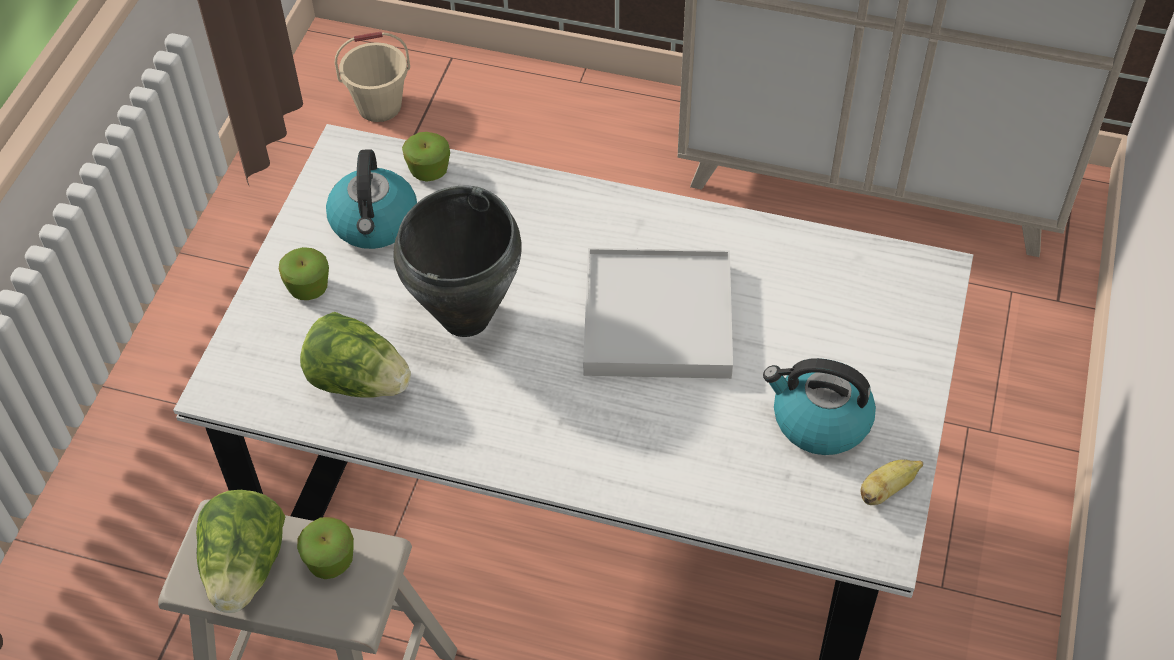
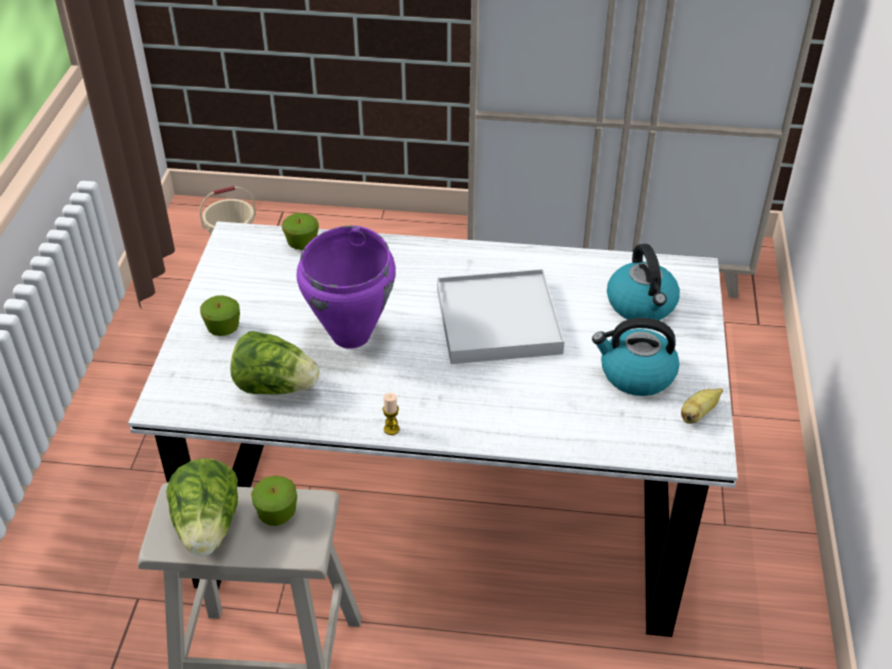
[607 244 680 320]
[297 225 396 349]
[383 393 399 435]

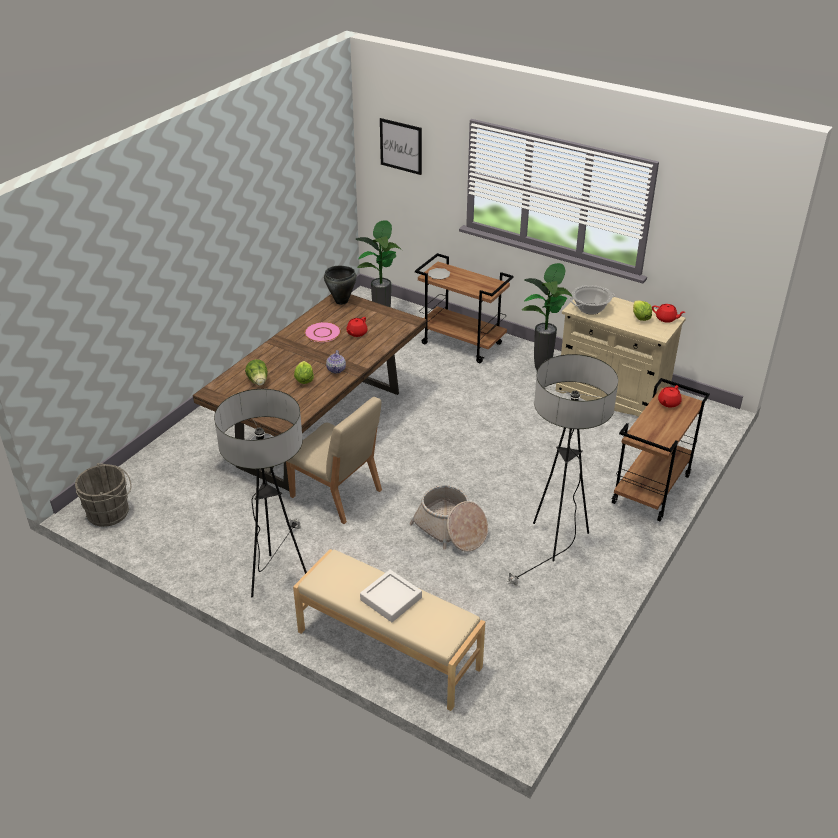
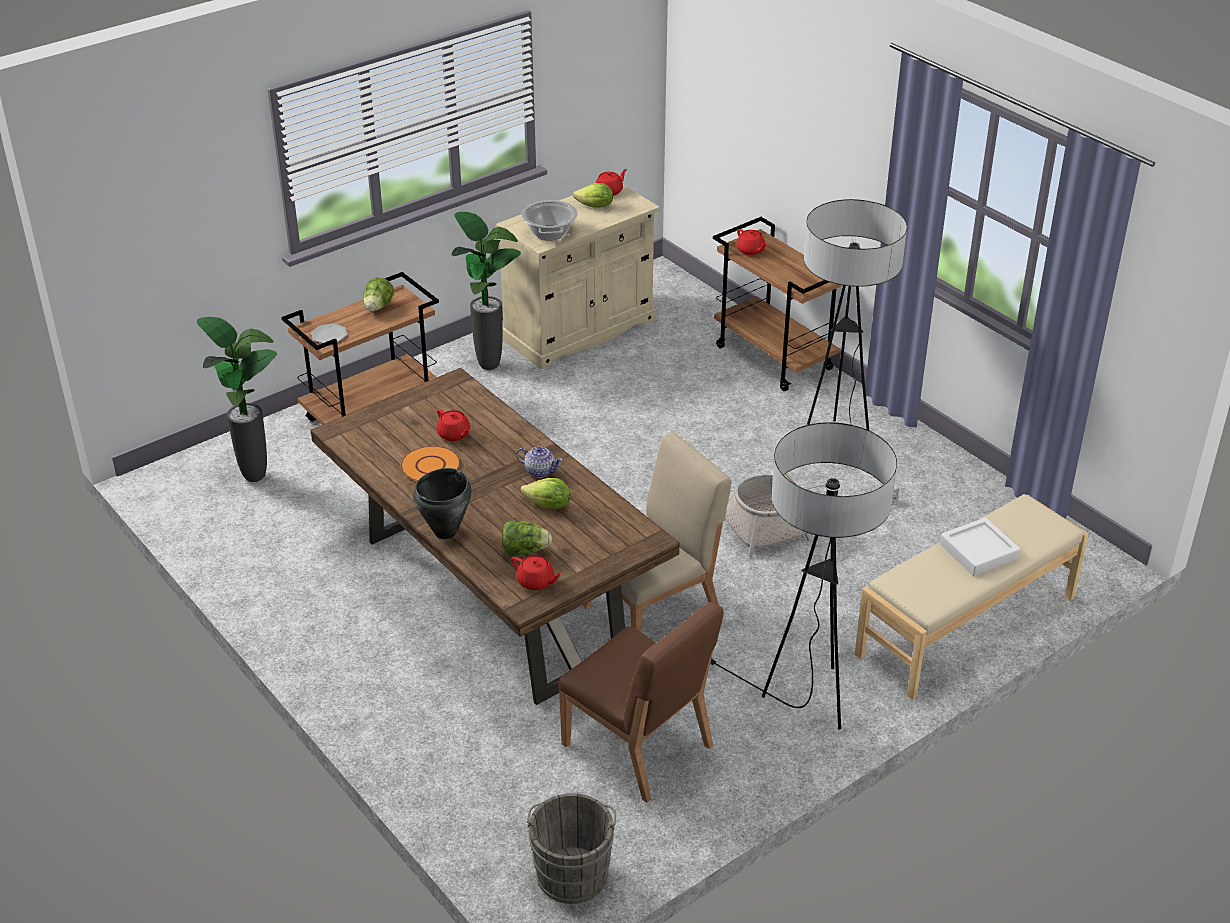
[380 118 422 175] (first image)
[413 468 471 539]
[401 446 461 481]
[363 277 394 312]
[511 555 562 590]
[558 602 724 803]

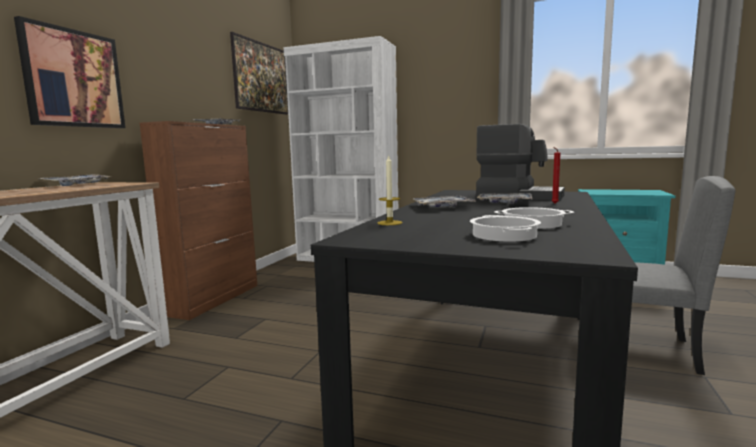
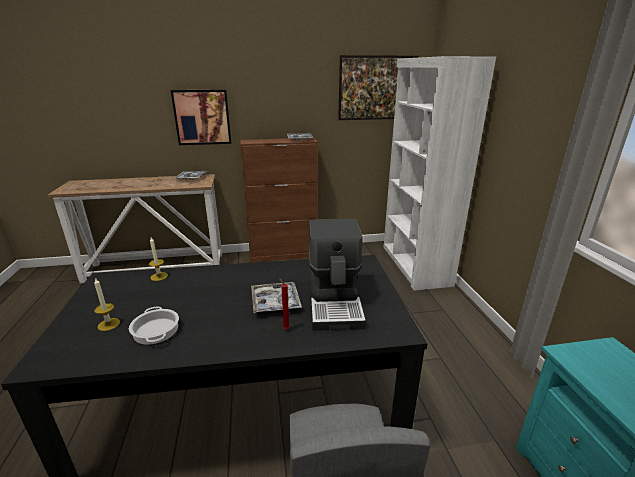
[412 195 476 207] (first image)
[94 278 120 331]

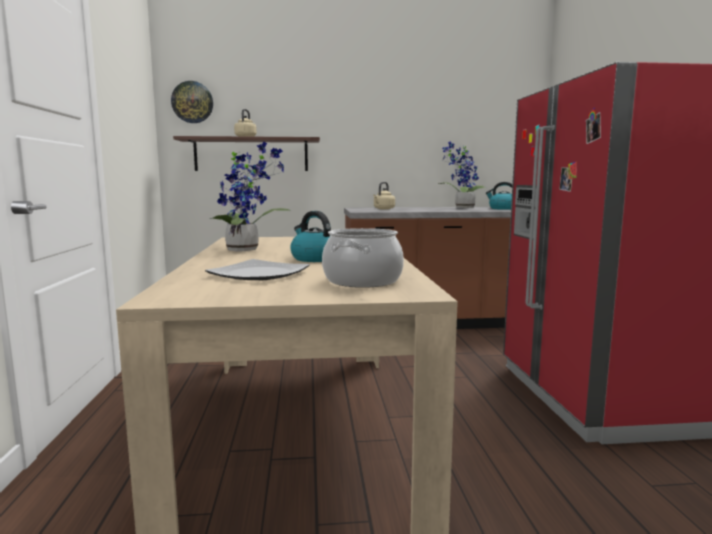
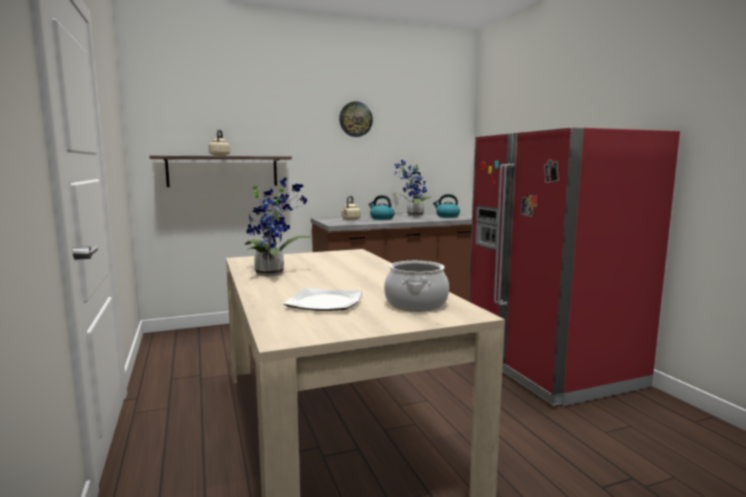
[339 101 373 137]
[369 195 395 220]

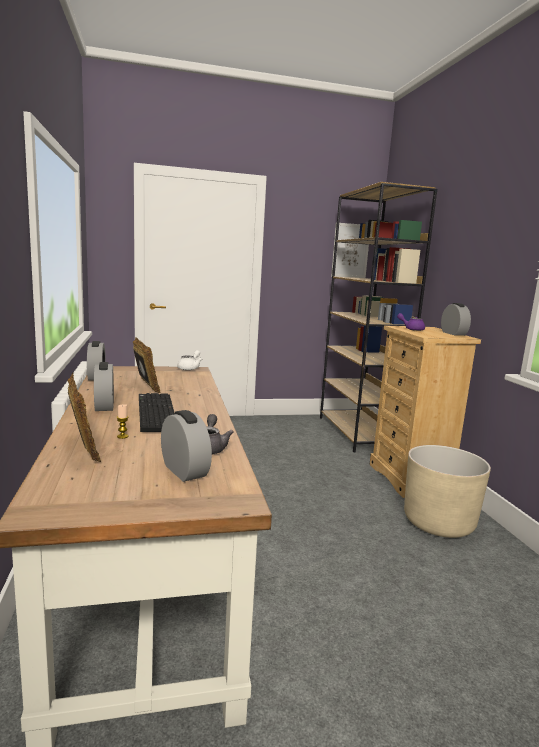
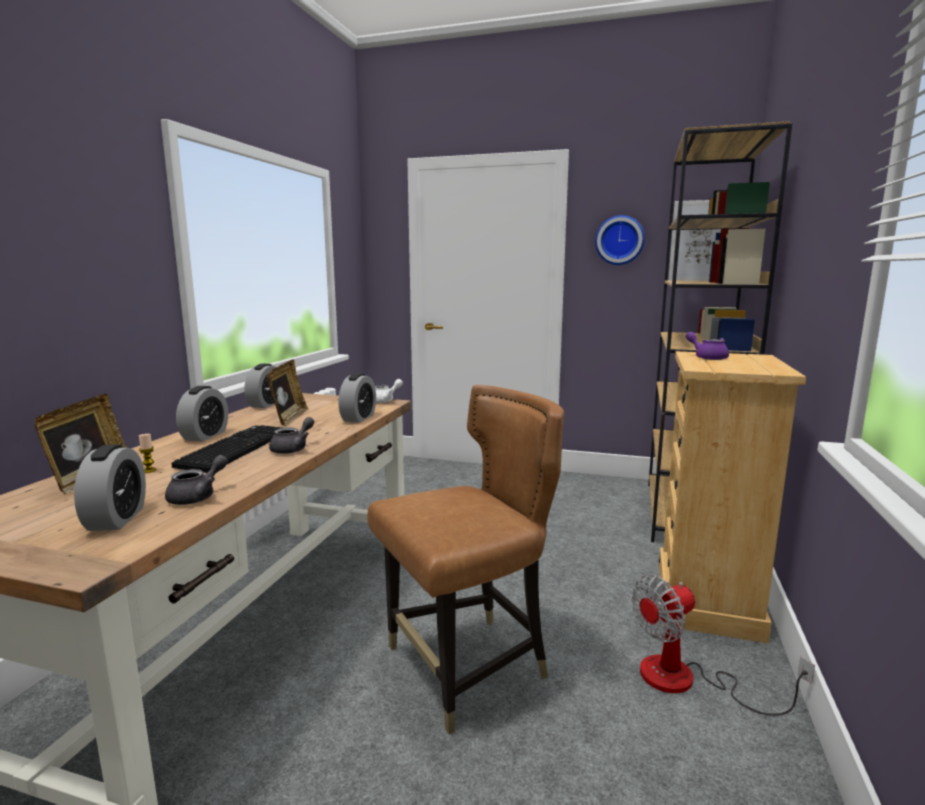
[339 373 376 423]
[631 575 815 716]
[595 215 645 265]
[367 385 564 735]
[269 417 314 454]

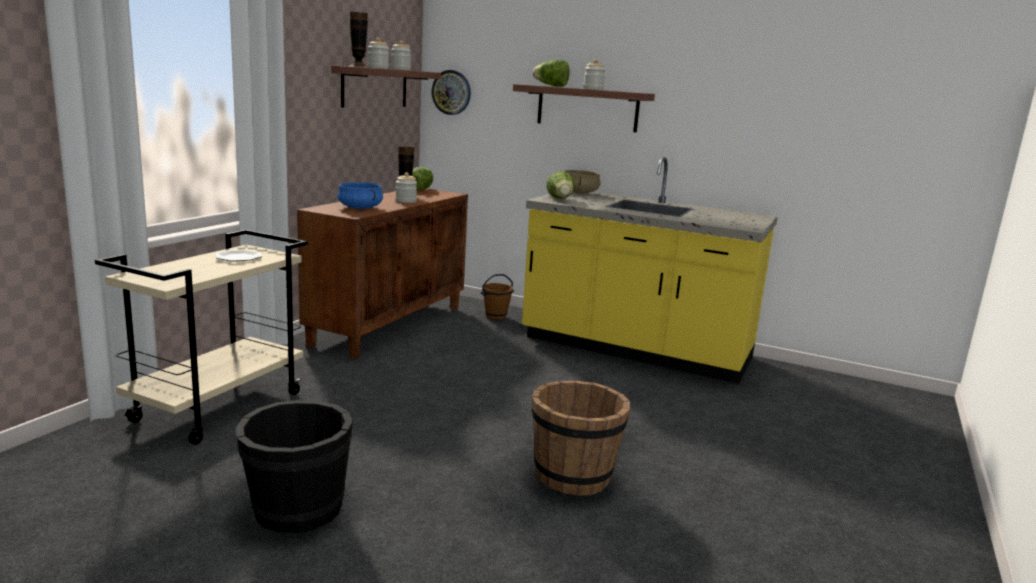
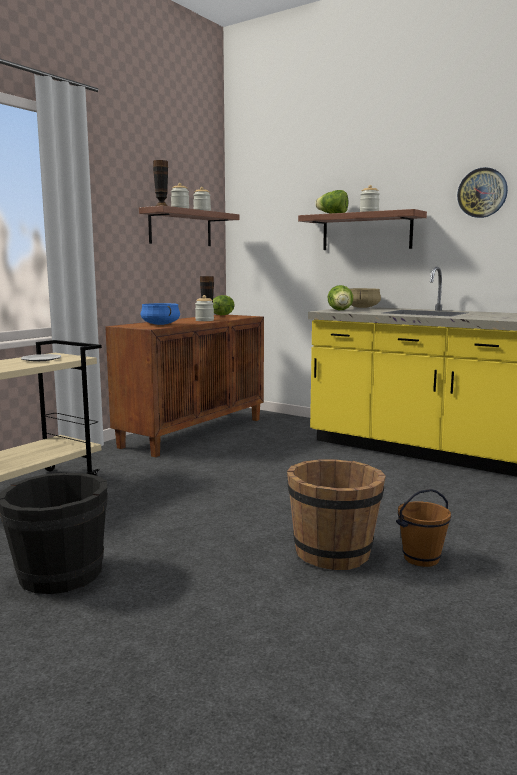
[457 167 508 218]
[396 489 451 567]

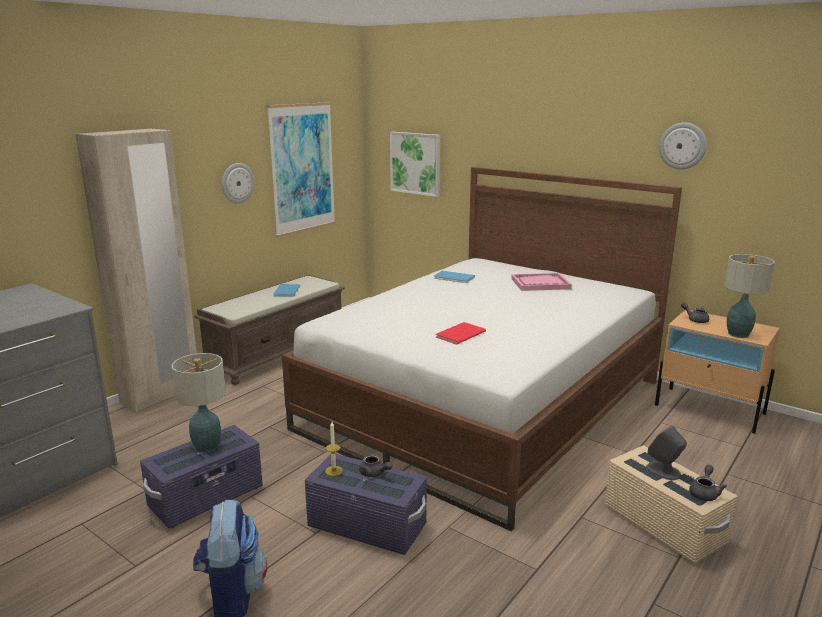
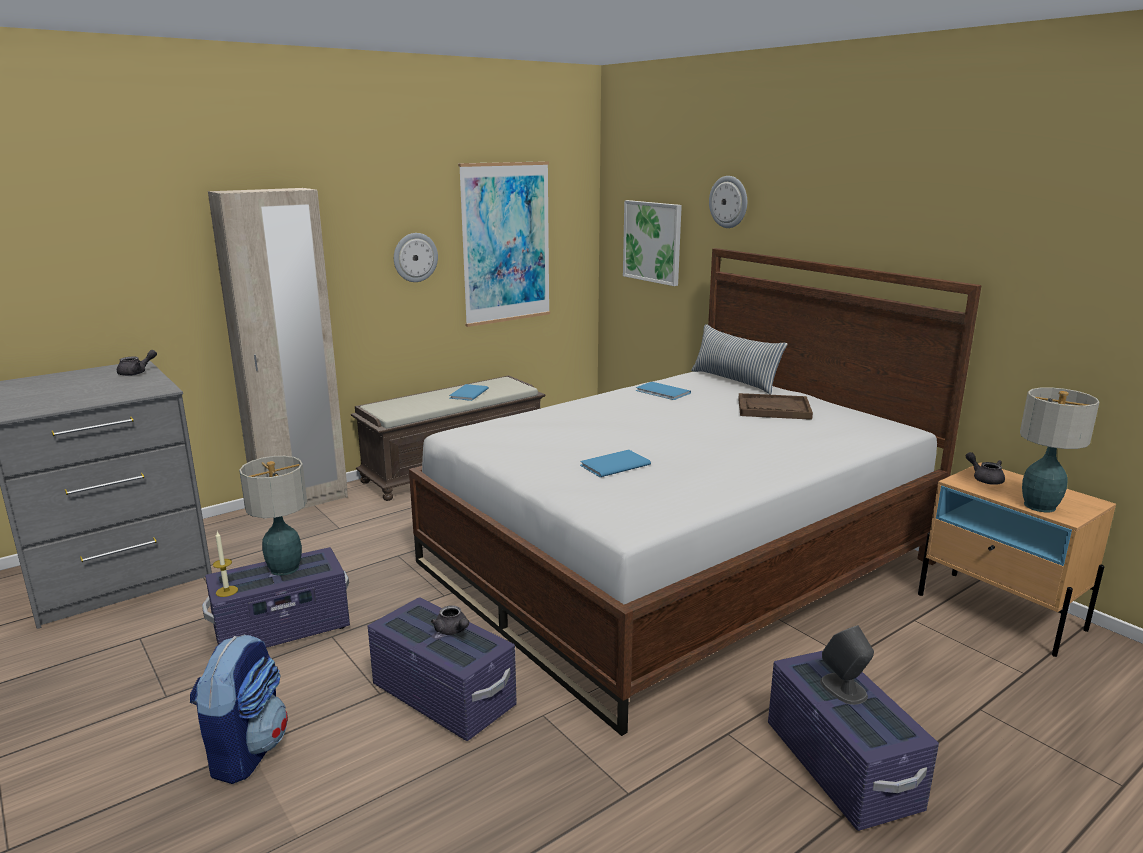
[709 176 747 228]
[738 393 813 420]
[580 450 651 477]
[213 532 238 597]
[768 651 939 831]
[117 350 157 376]
[691 324 787 395]

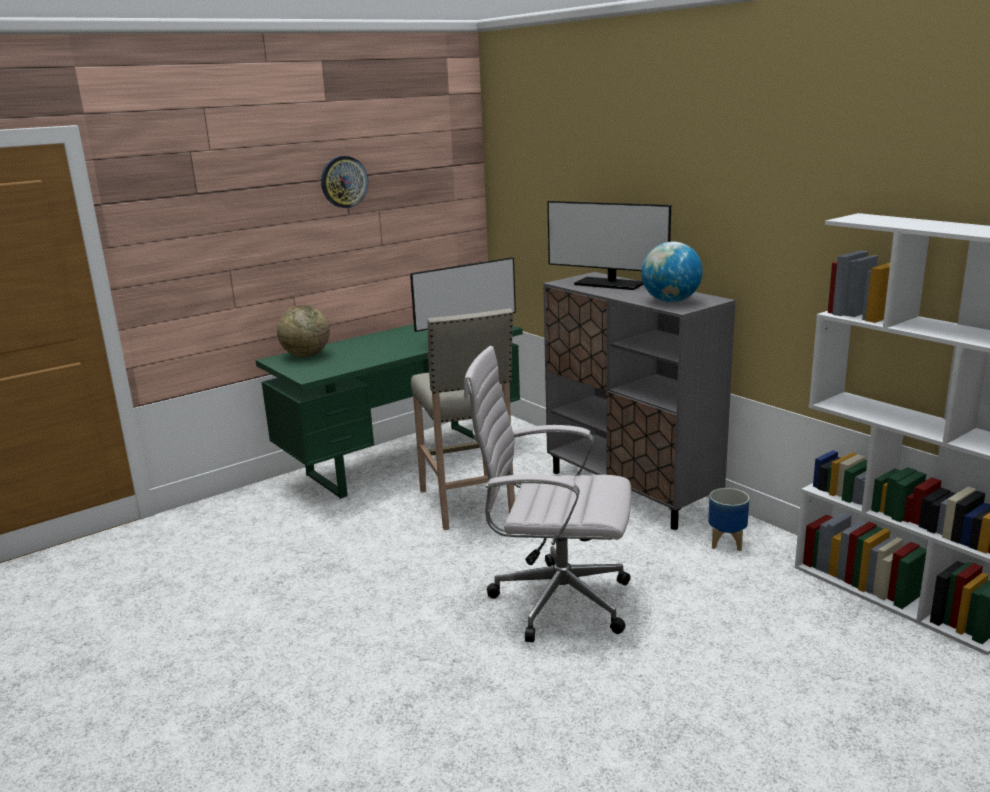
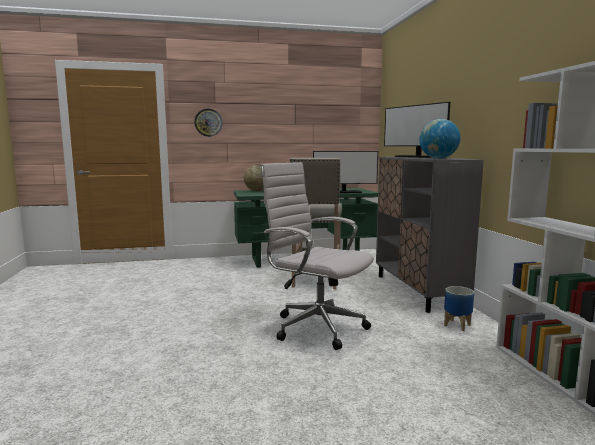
[194 109 222 137]

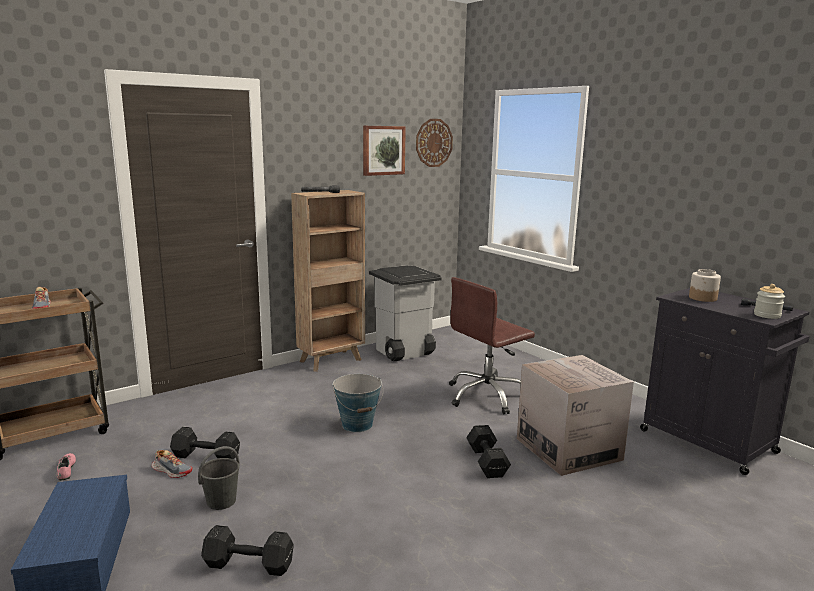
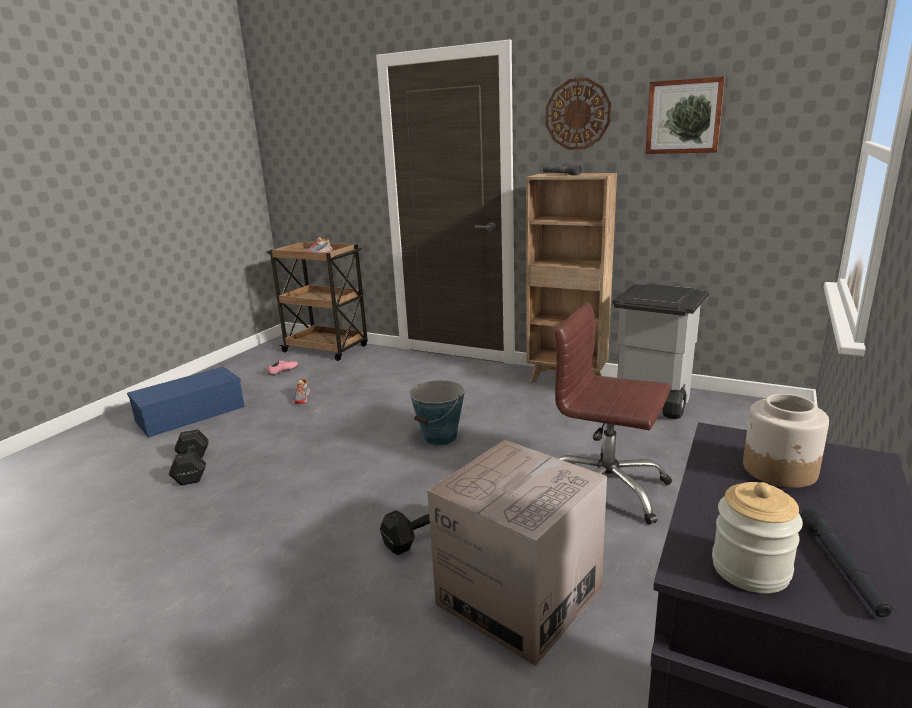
[546 78 611 150]
[170 427 240 459] (first image)
[198 446 240 510] (first image)

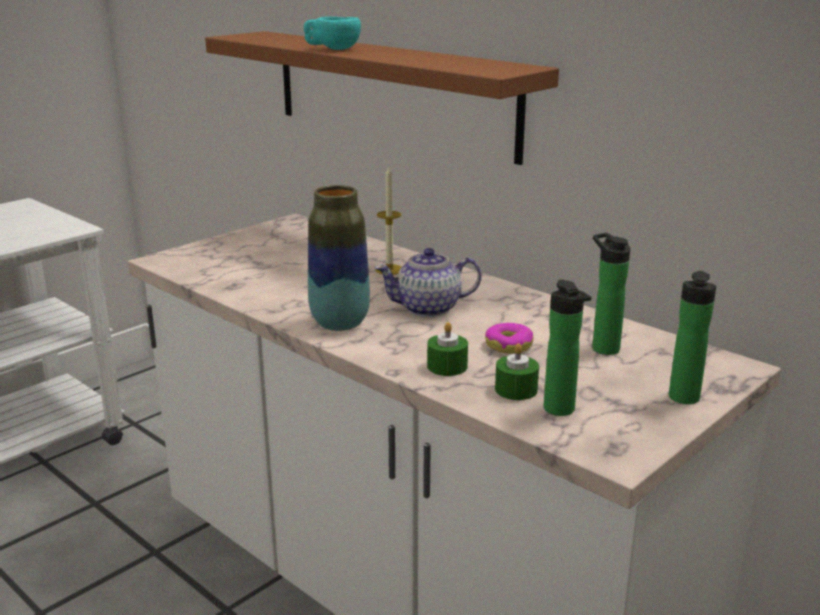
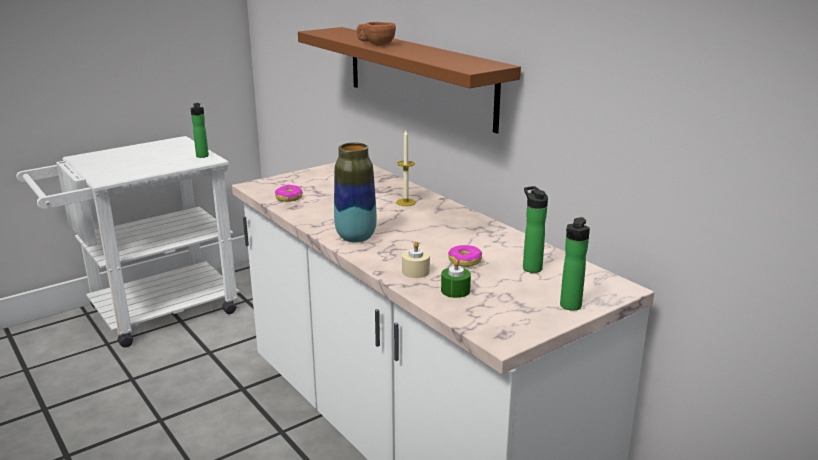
[357 22 396 46]
[375 248 482 317] (first image)
[190 103 209 158]
[402 241 430 278]
[275 185 303 202]

